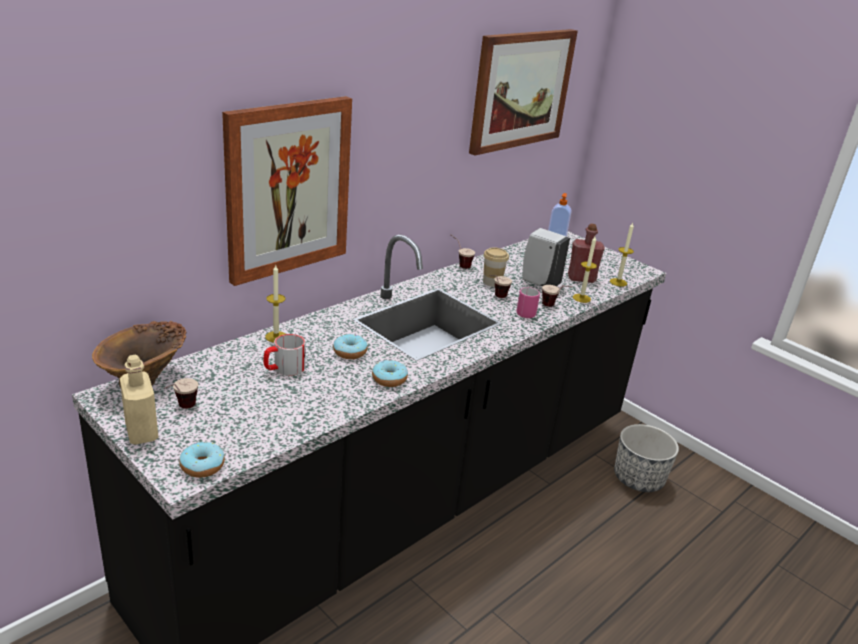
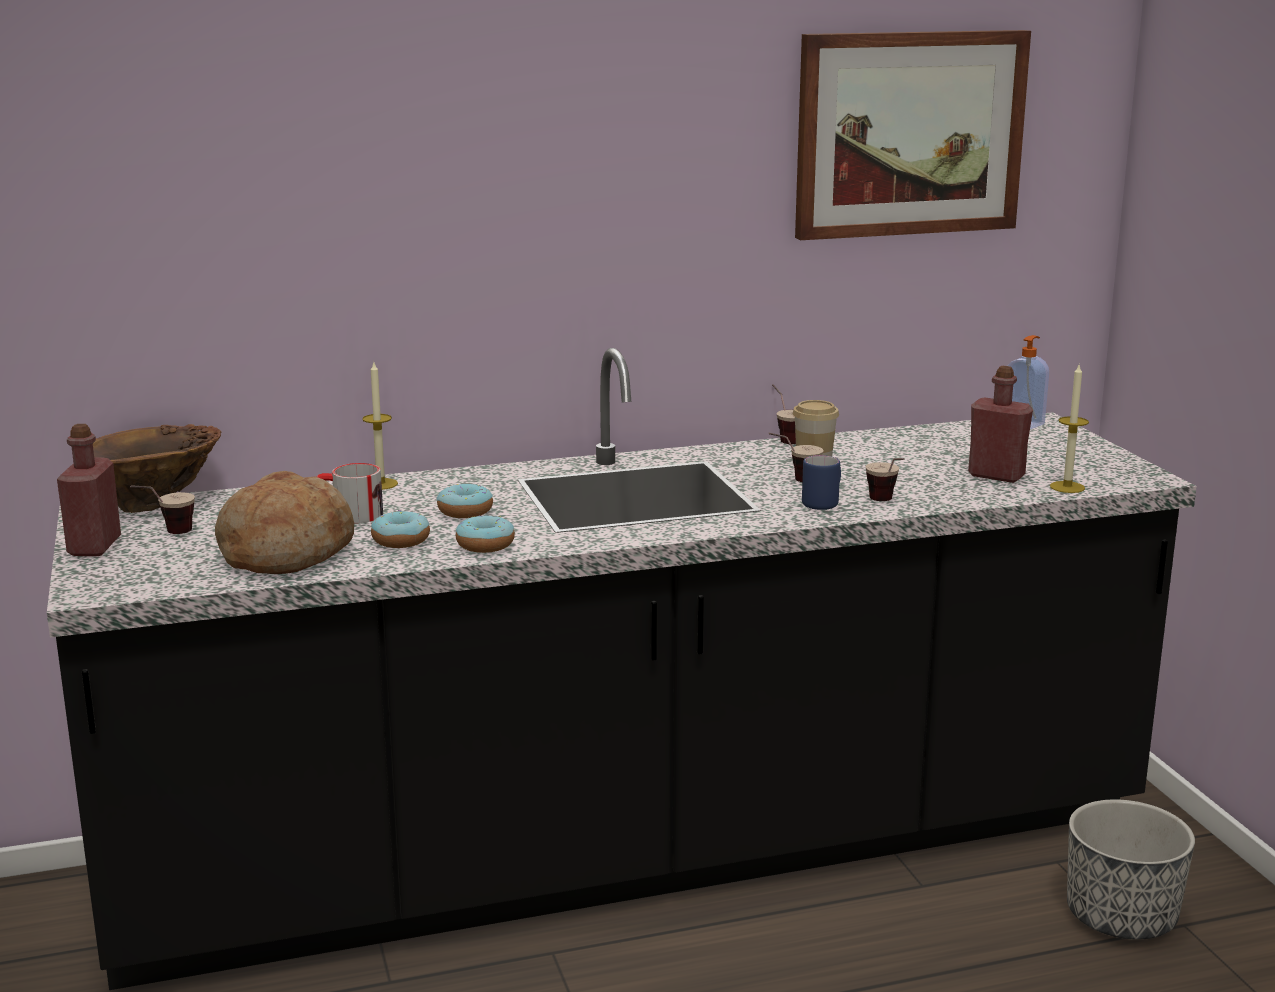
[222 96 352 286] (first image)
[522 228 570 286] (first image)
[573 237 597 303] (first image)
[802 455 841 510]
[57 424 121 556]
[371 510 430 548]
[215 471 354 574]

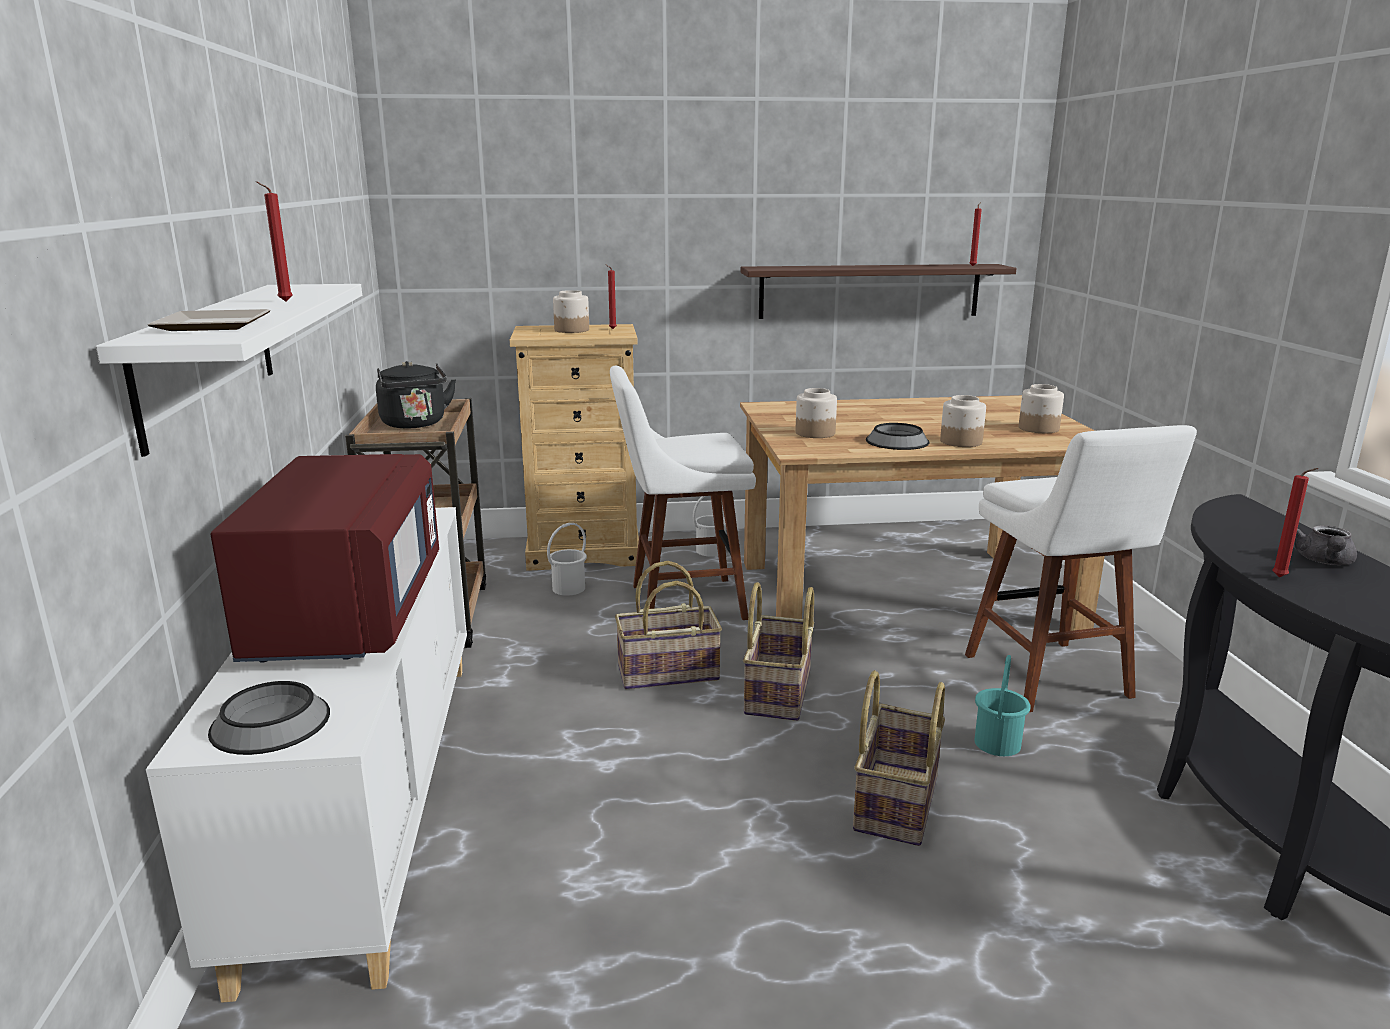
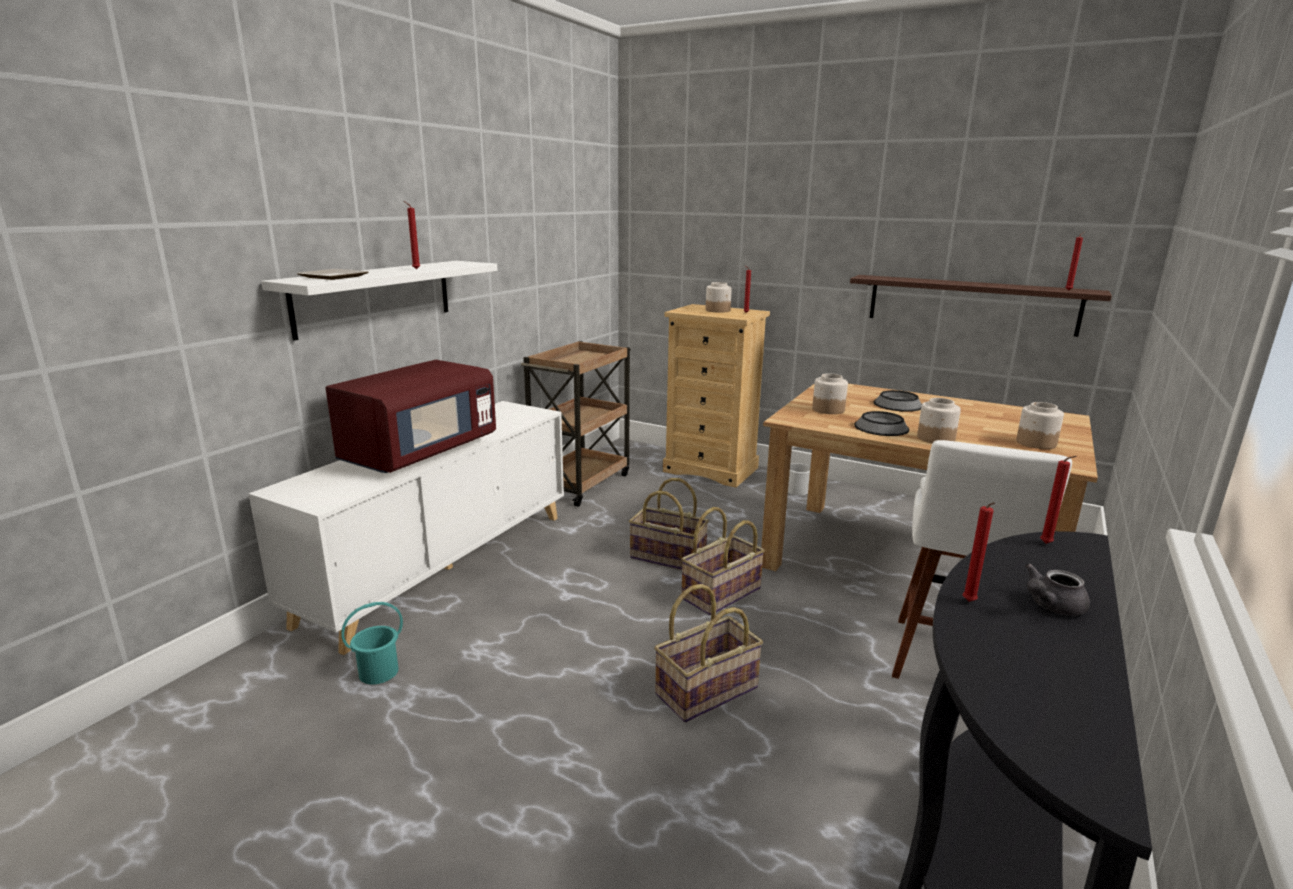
[376 361 456 429] (first image)
[610 366 756 620] (first image)
[547 523 587 596] (first image)
[341 602 403 684]
[874 390 922 412]
[1040 456 1077 544]

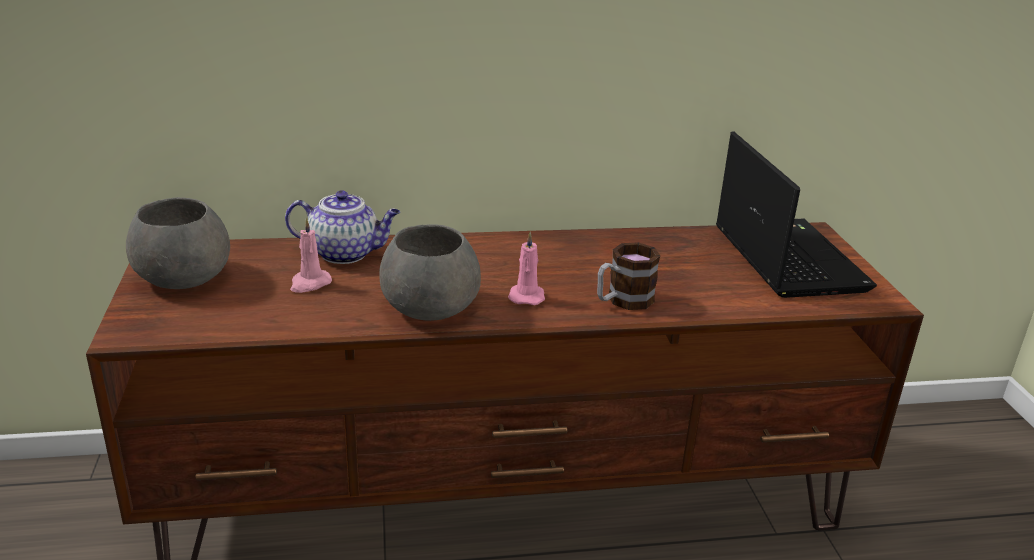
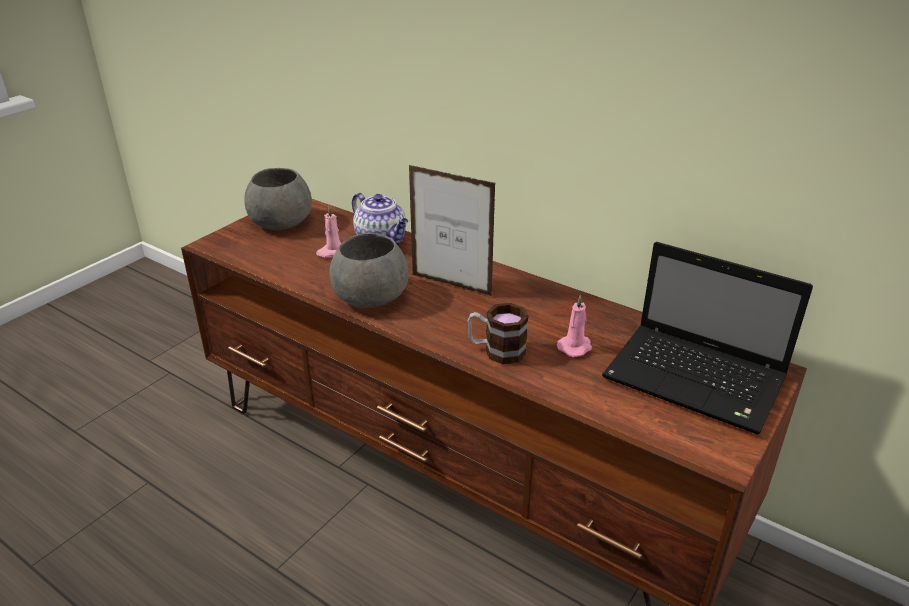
[602 242 813 435]
[557 294 592 357]
[409 165 496 296]

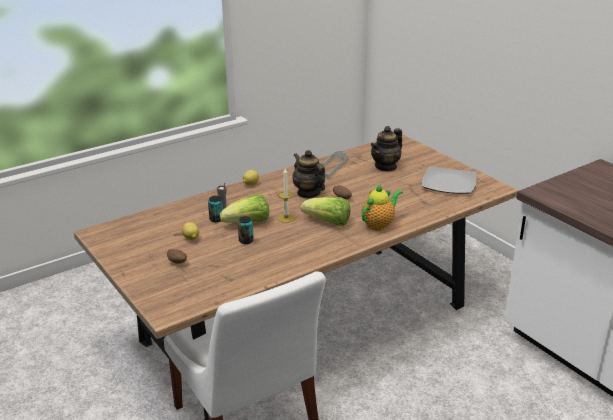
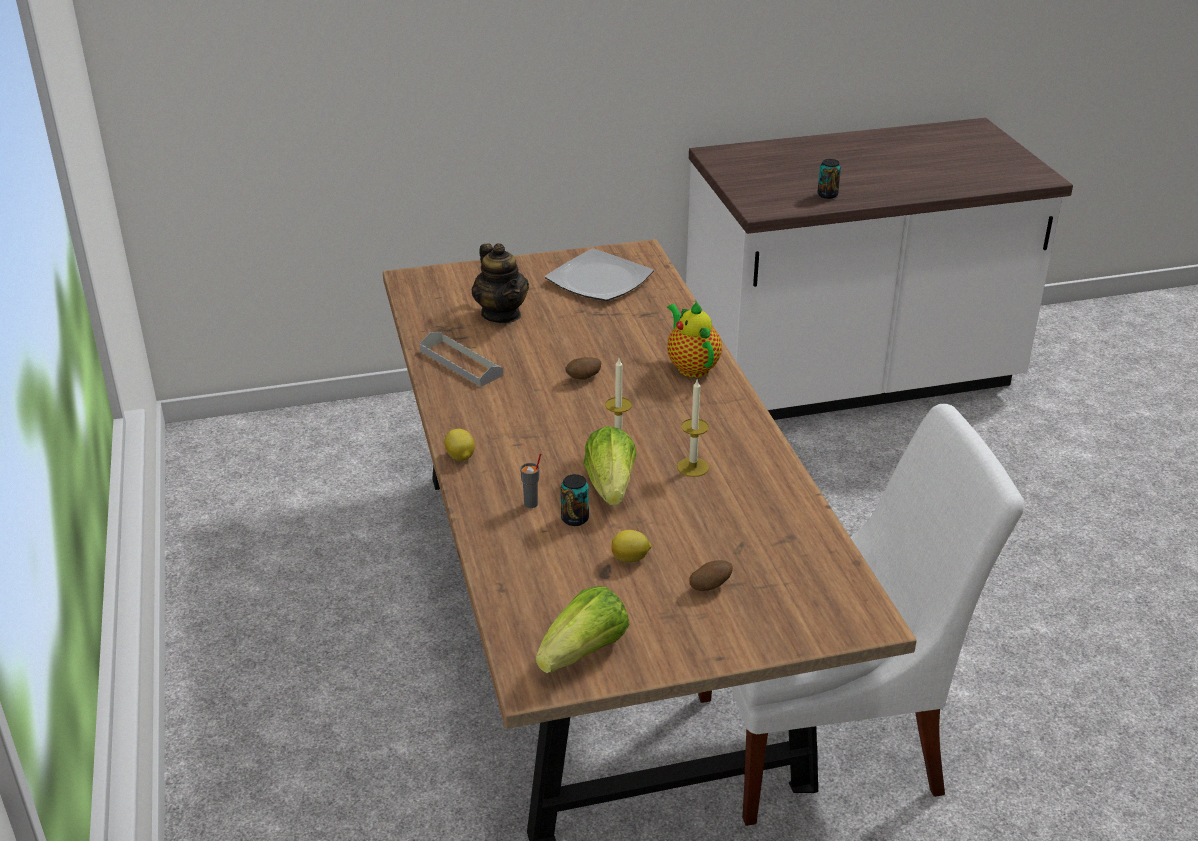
[293 150 325 198] (first image)
[536 586 629 673]
[817 159 841 199]
[677 380 709 477]

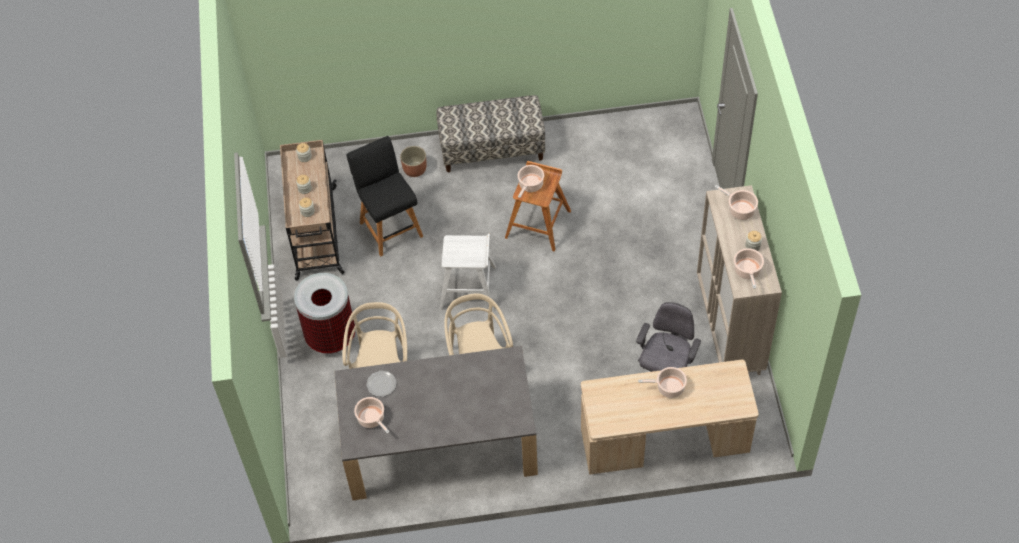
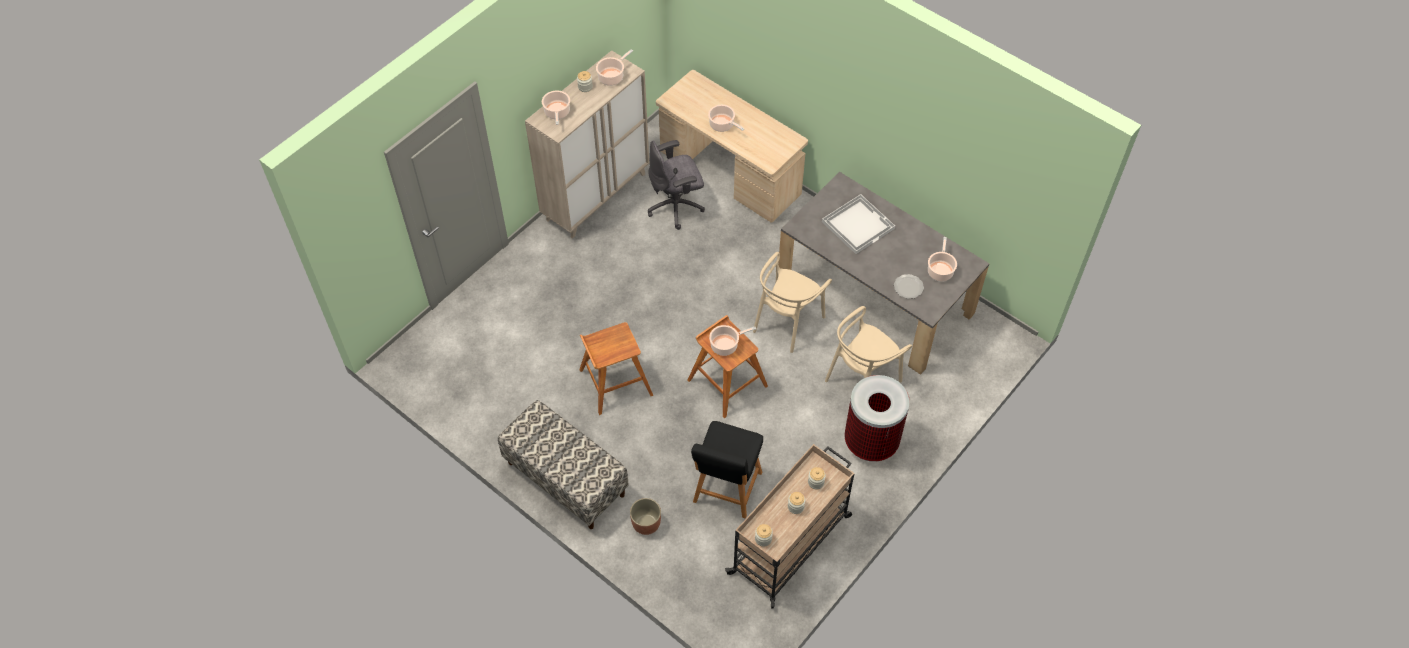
[709 325 756 356]
[687 315 768 418]
[822 194 895 254]

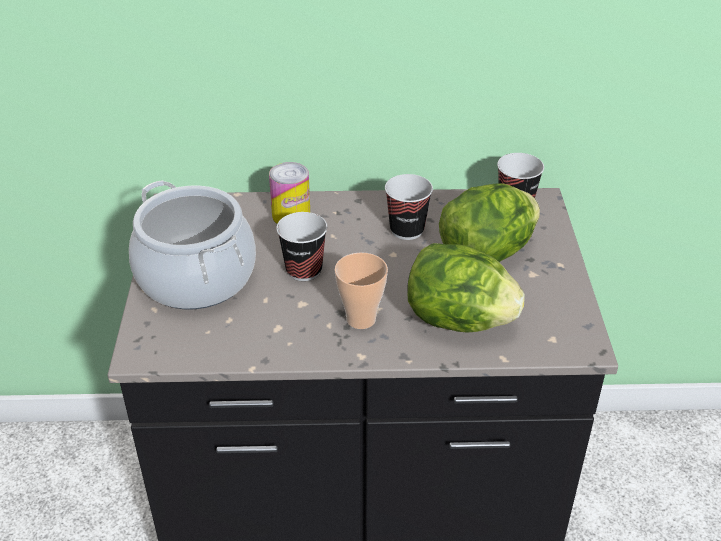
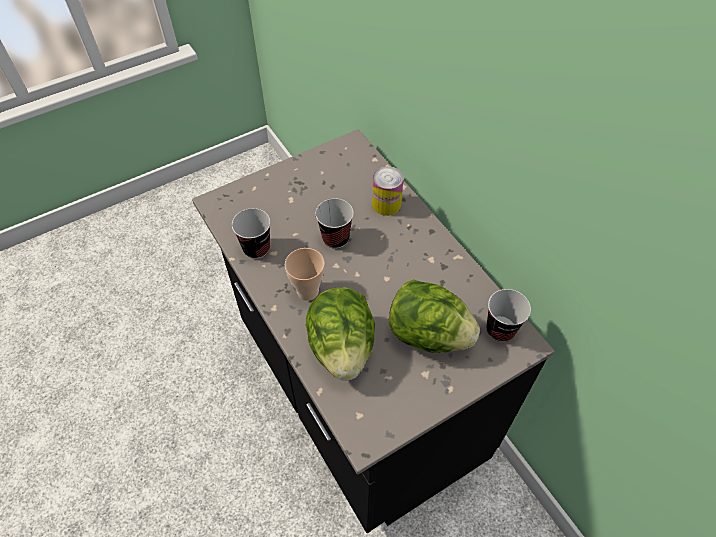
[232 208 270 259]
[129 180 256 309] (first image)

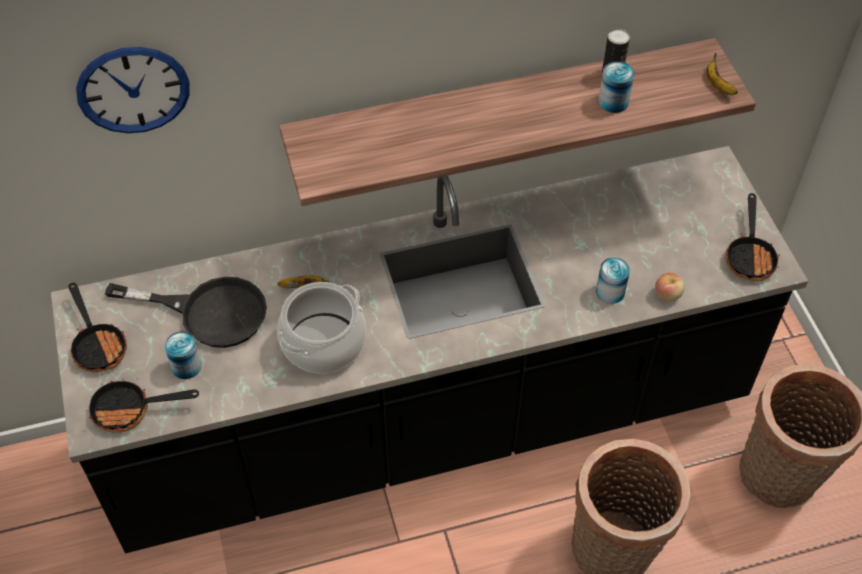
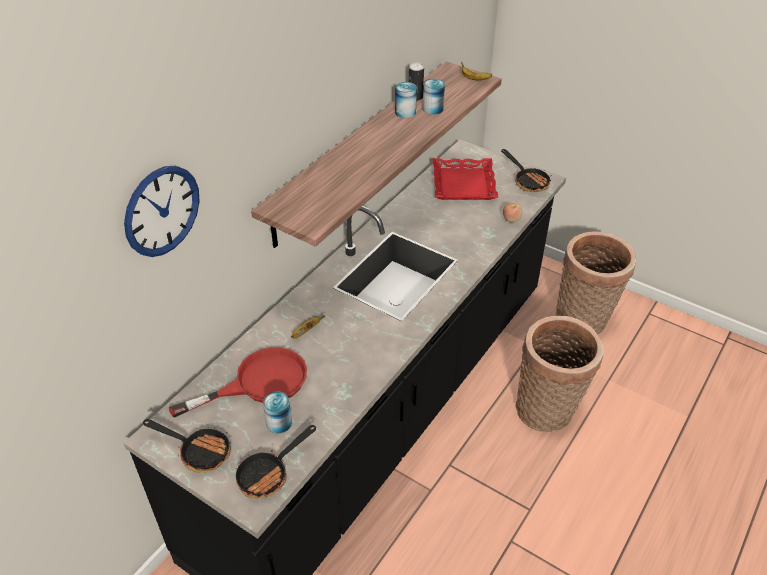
[395 82 417 118]
[169 347 307 418]
[277 282 366 374] (first image)
[432 158 498 200]

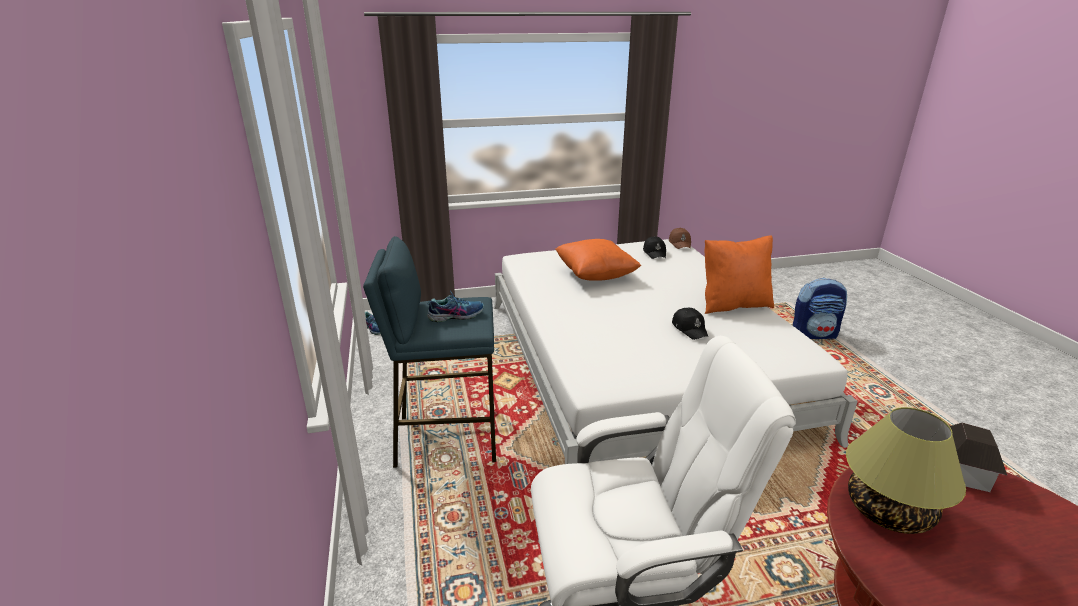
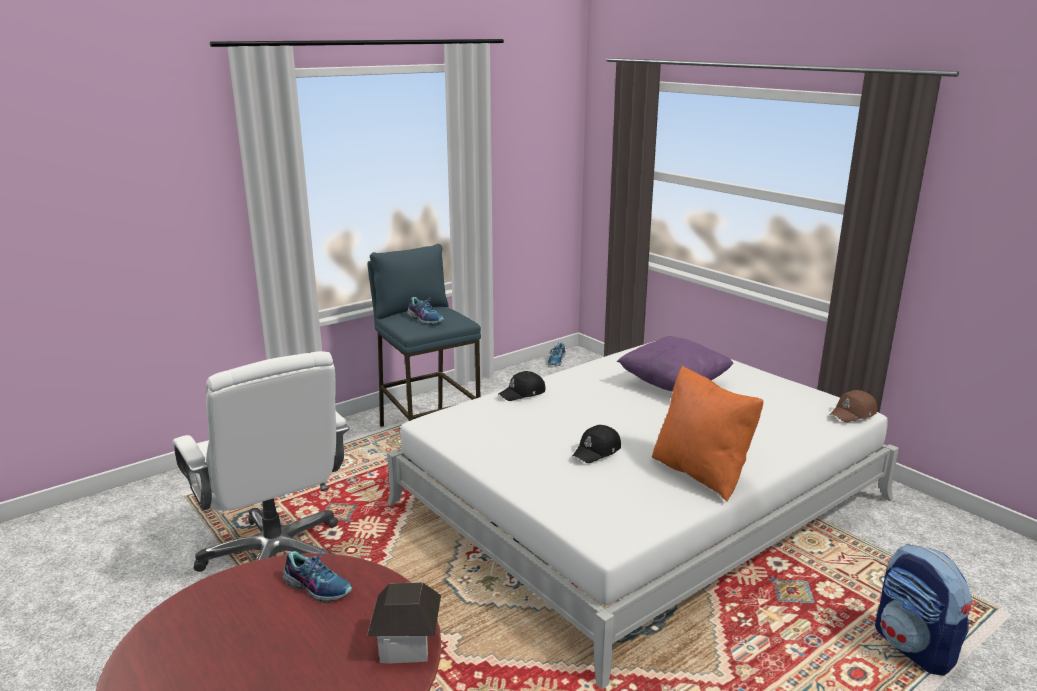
[499 371 545 401]
[617 336 734 391]
[283 550 352 603]

